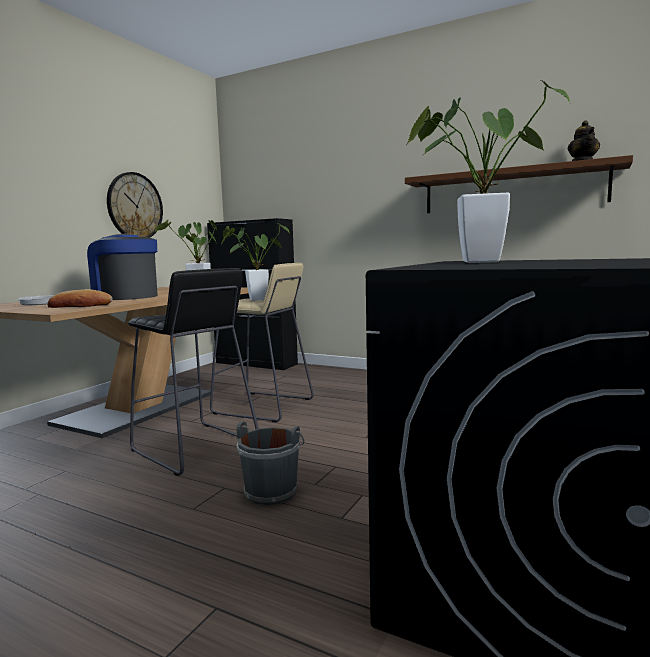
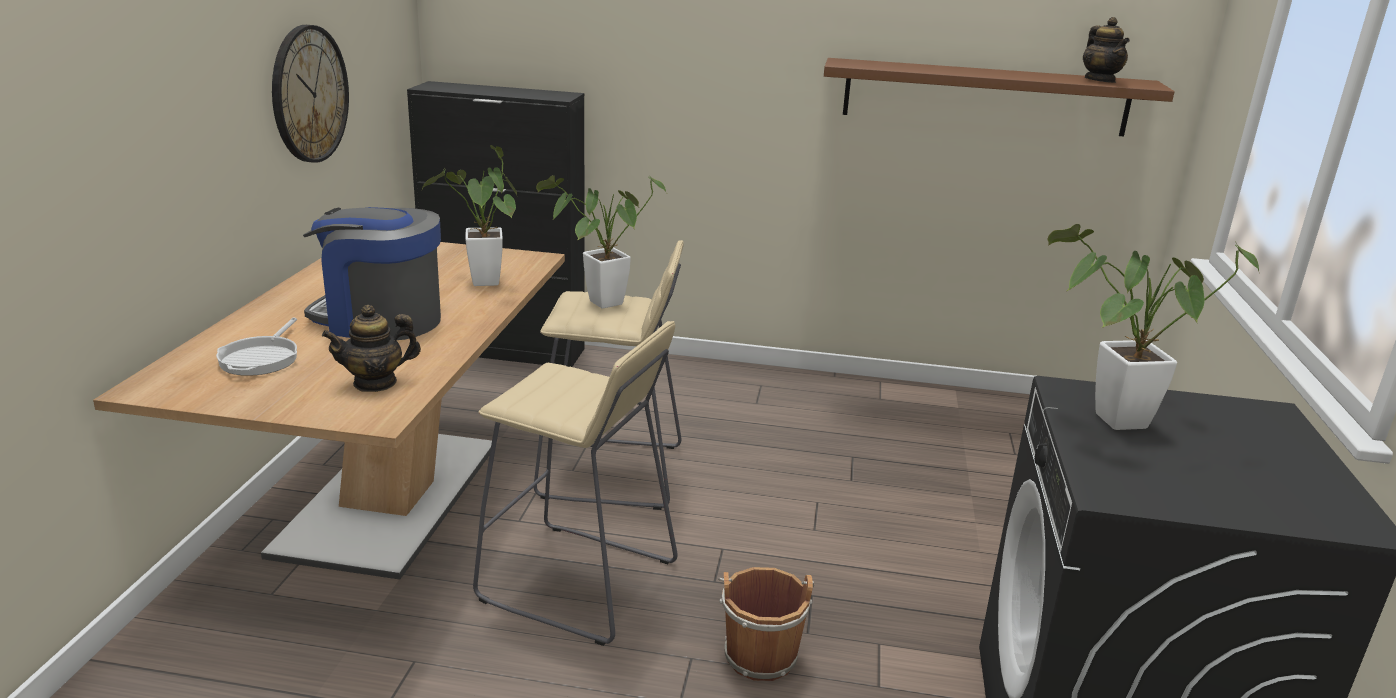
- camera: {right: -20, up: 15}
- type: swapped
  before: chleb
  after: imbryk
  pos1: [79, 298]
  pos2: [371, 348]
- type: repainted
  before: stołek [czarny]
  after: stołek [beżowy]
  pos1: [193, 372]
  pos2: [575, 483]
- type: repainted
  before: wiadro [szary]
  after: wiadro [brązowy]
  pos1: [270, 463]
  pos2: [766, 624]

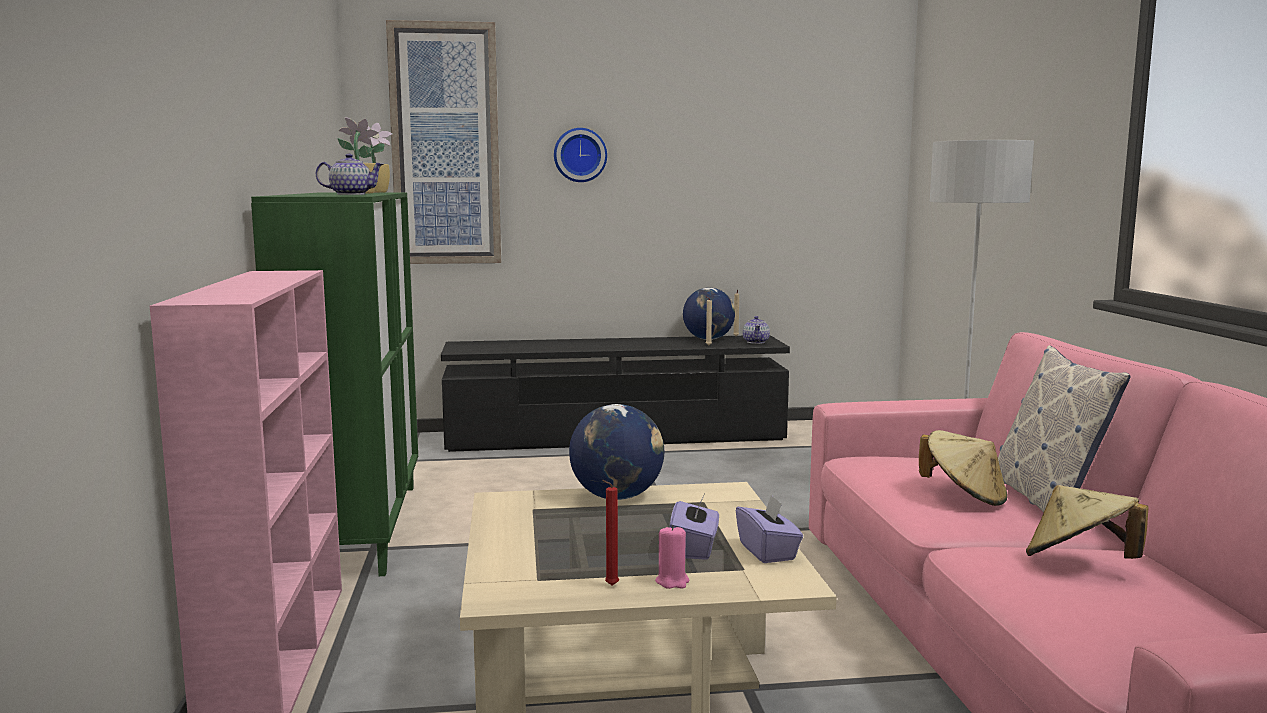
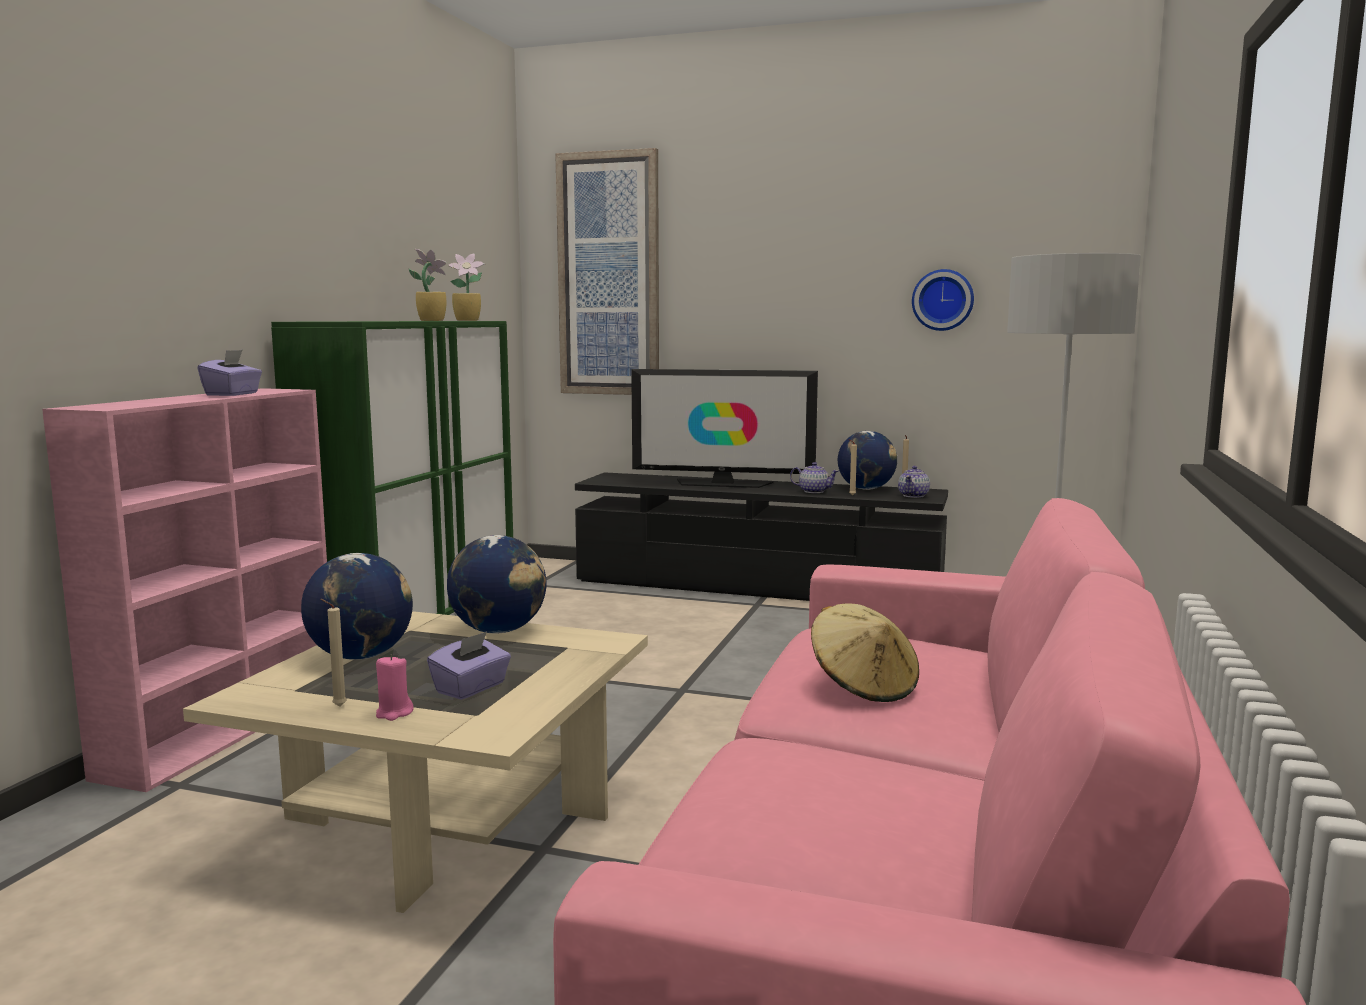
- camera: {right: 25, up: 0}
- type: shifted
  before: pudełko chusteczek [fioletowy]
  pos1: [769, 528]
  pos2: [229, 373]
- type: new
  after: globus
  pos2: [357, 606]
- type: repainted
  before: świeca [czerwony]
  after: świeca [beżowy]
  pos1: [610, 533]
  pos2: [333, 653]
- type: new
  after: telewizor
  pos2: [724, 428]
- type: shifted
  before: imbryk
  pos1: [350, 174]
  pos2: [814, 477]
- type: shifted
  before: zegar ścienny
  pos1: [580, 155]
  pos2: [943, 300]
- type: gone
  before: poduszka
  pos1: [1064, 429]
- type: gone
  before: kapelusz [beżowy]
  pos1: [1087, 522]

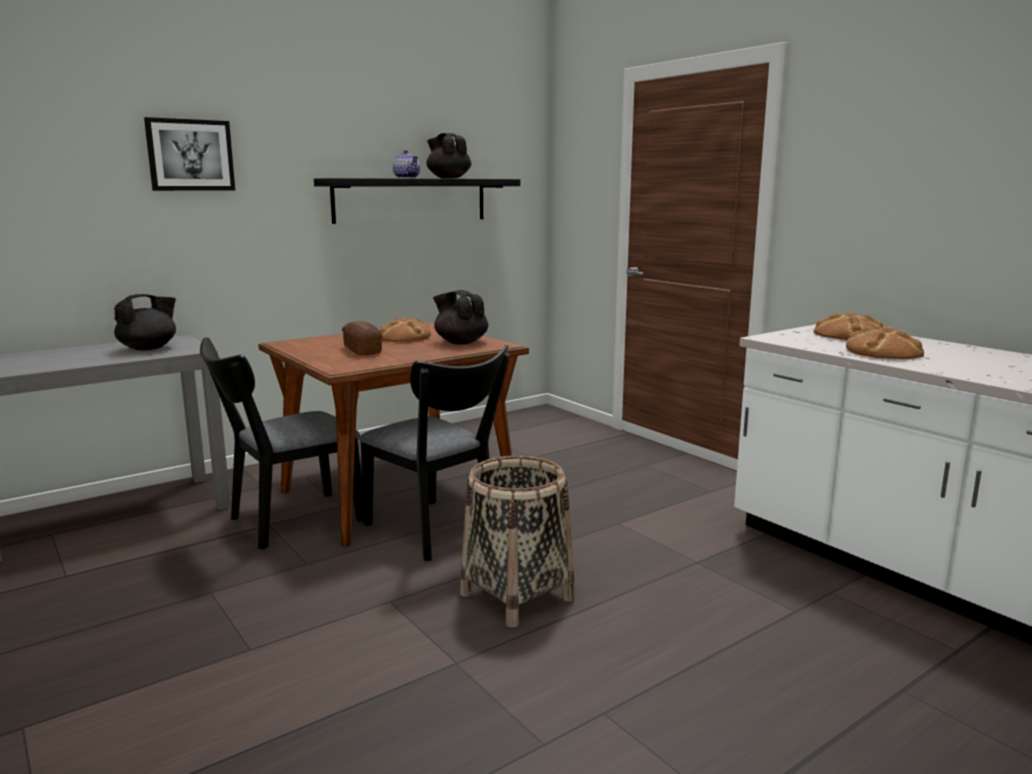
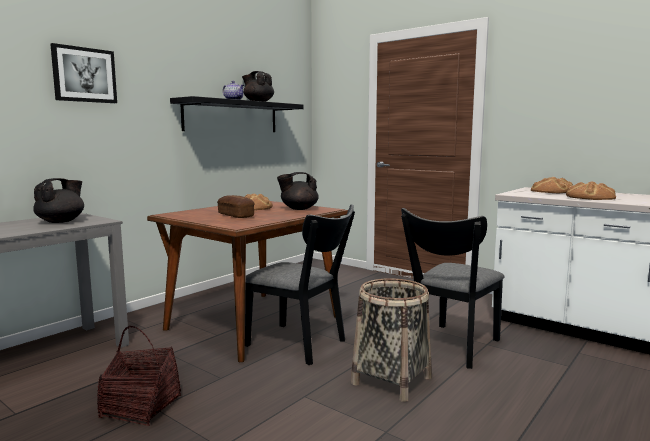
- camera: {right: -15, up: -5}
- type: new
  after: koszyk
  pos2: [139, 376]
- type: rotated
  before: imbryk [czarny]
  pos1: [460, 317]
  pos2: [298, 191]
  turn: -45
- type: shifted
  before: krzesło [czarny]
  pos1: [281, 443]
  pos2: [452, 288]

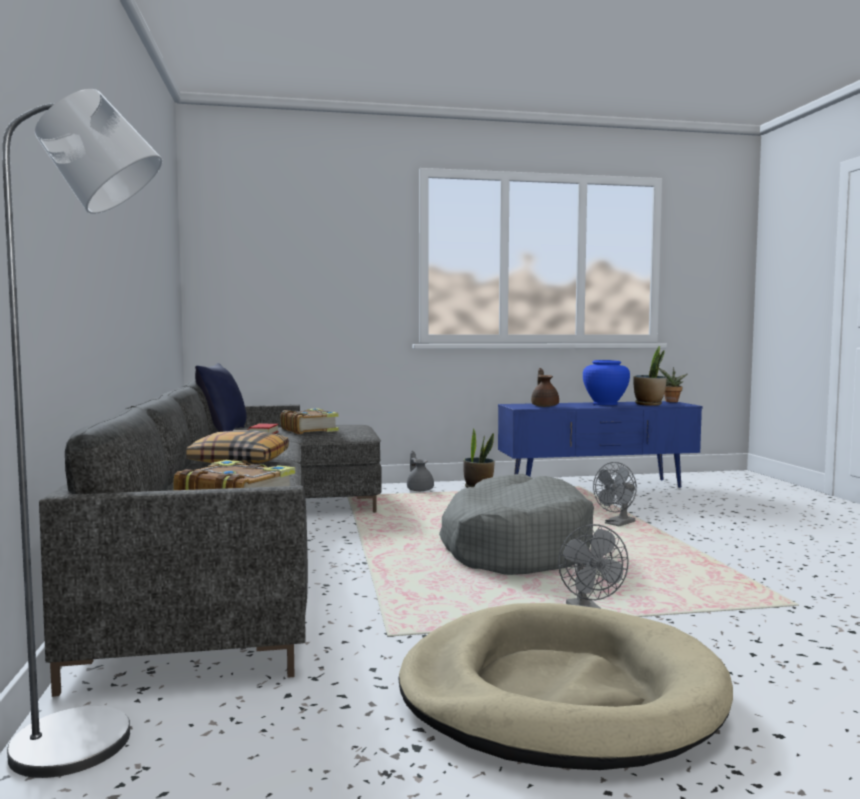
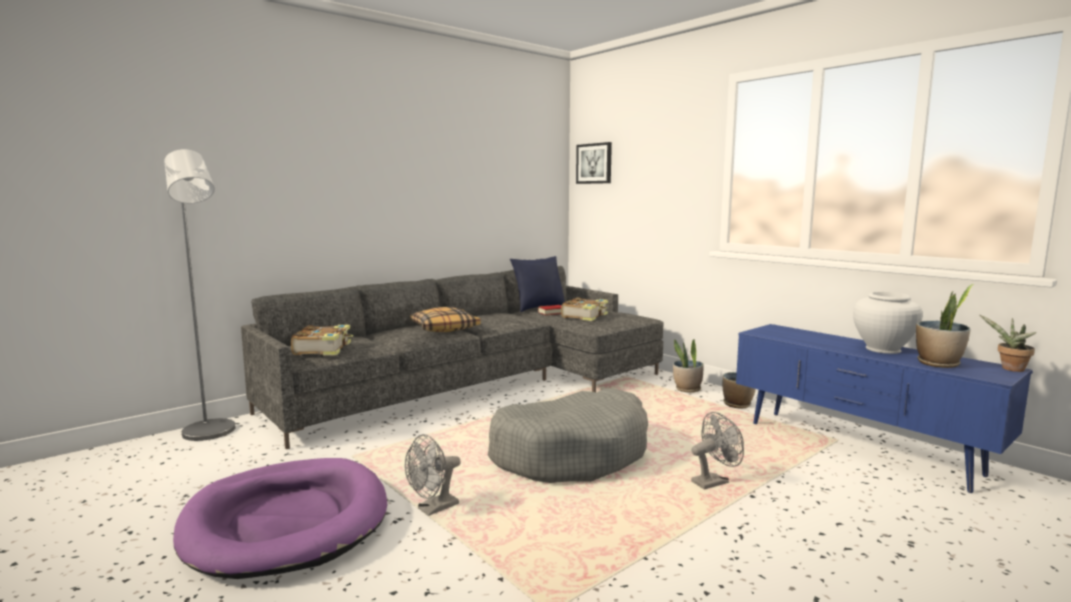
- camera: {right: 60, up: 5}
- type: repainted
  before: legowisko [beżowy]
  after: legowisko [fioletowy]
  pos1: [565, 686]
  pos2: [280, 518]
- type: new
  after: obraz
  pos2: [594, 163]
- type: swapped
  before: imbryk [szary]
  after: roślina doniczkowa
  pos1: [420, 471]
  pos2: [688, 366]
- type: rotated
  before: wentylator [szary]
  pos1: [615, 494]
  pos2: [717, 450]
  turn: 135
- type: repainted
  before: wazon [niebieski]
  after: wazon [biały]
  pos1: [606, 382]
  pos2: [888, 323]
- type: gone
  before: imbryk [brązowy]
  pos1: [545, 387]

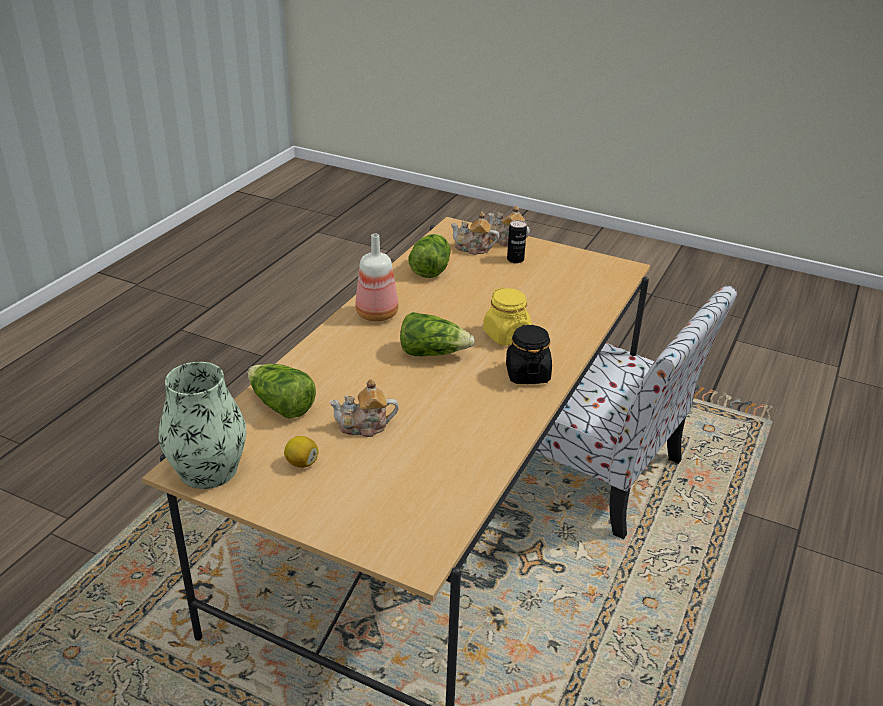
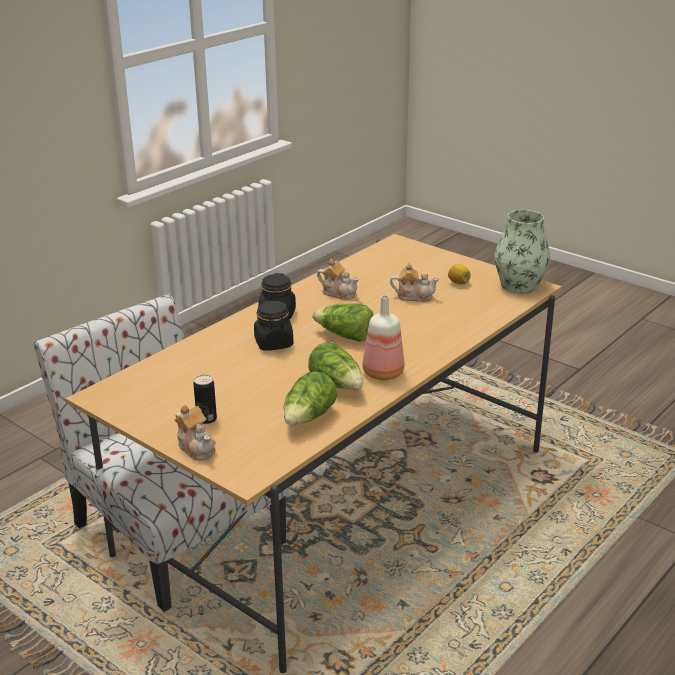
- camera: {right: -165, up: -5}
- type: repainted
  before: słoik [żółty]
  after: słoik [czarny]
  pos1: [507, 316]
  pos2: [274, 326]
- type: shifted
  before: sałata
  pos1: [281, 391]
  pos2: [335, 366]
- type: shifted
  before: imbryk
  pos1: [475, 233]
  pos2: [338, 279]

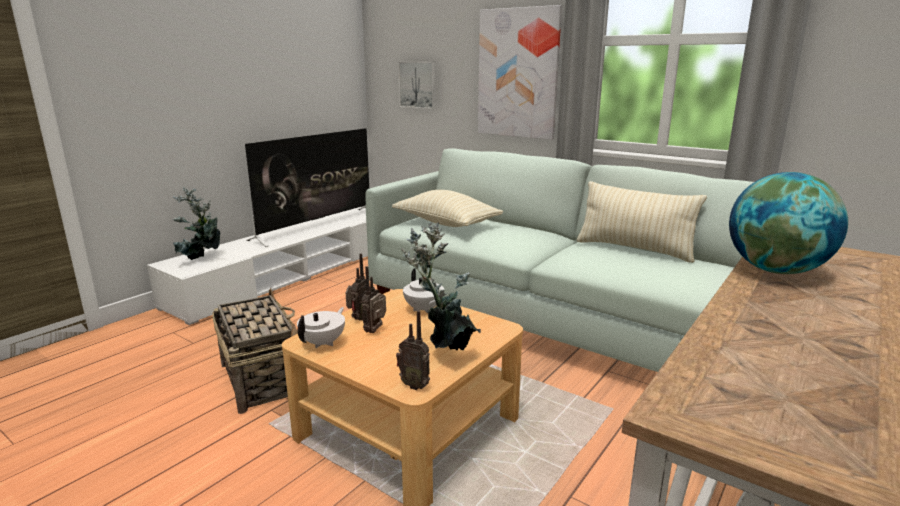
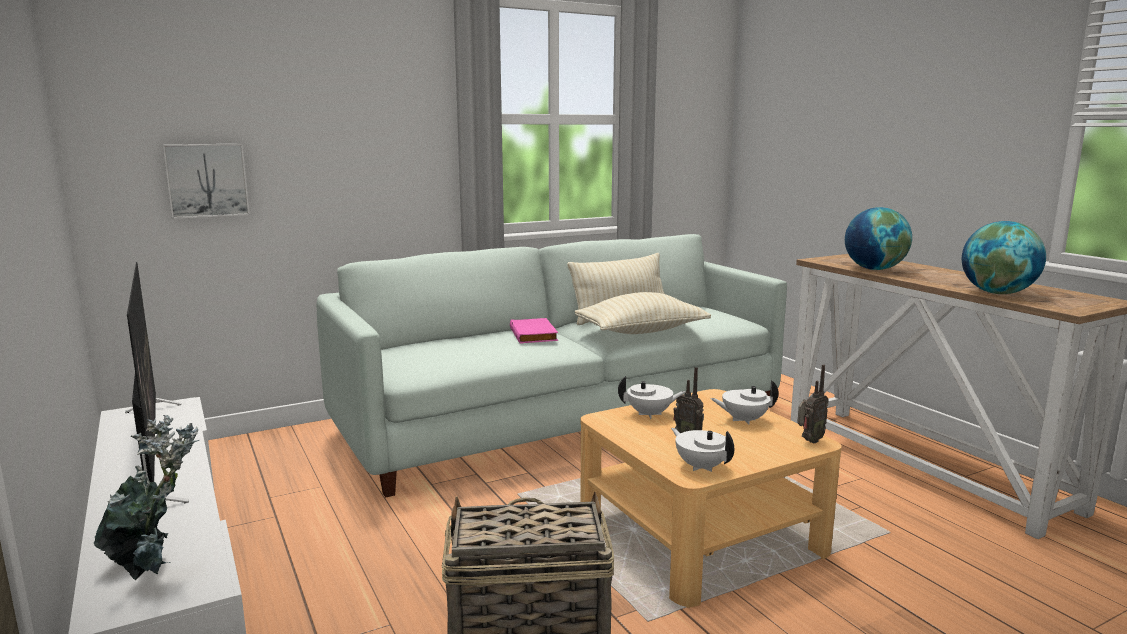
- camera: {right: -65, up: -5}
- type: new
  after: książka [różowy]
  pos2: [534, 331]
- type: shifted
  before: poduszka [beżowy]
  pos1: [447, 208]
  pos2: [642, 313]
- type: swapped
  before: roślina doniczkowa
  after: imbryk [biały]
  pos1: [441, 286]
  pos2: [745, 402]
- type: new
  after: globus
  pos2: [1004, 257]
- type: gone
  before: radio
  pos1: [356, 287]
- type: gone
  before: obraz
  pos1: [520, 72]

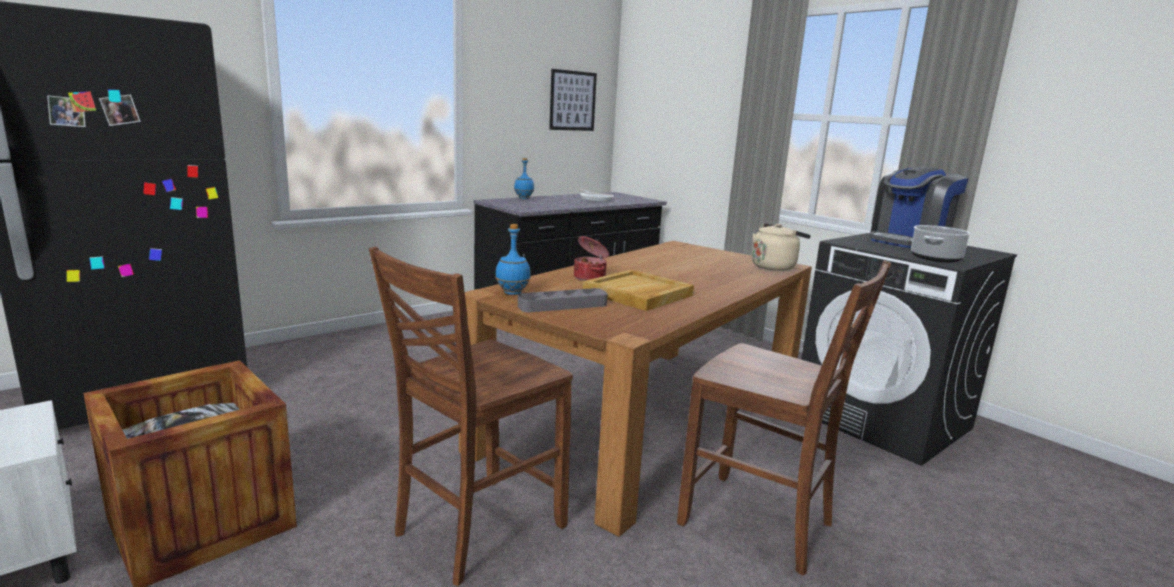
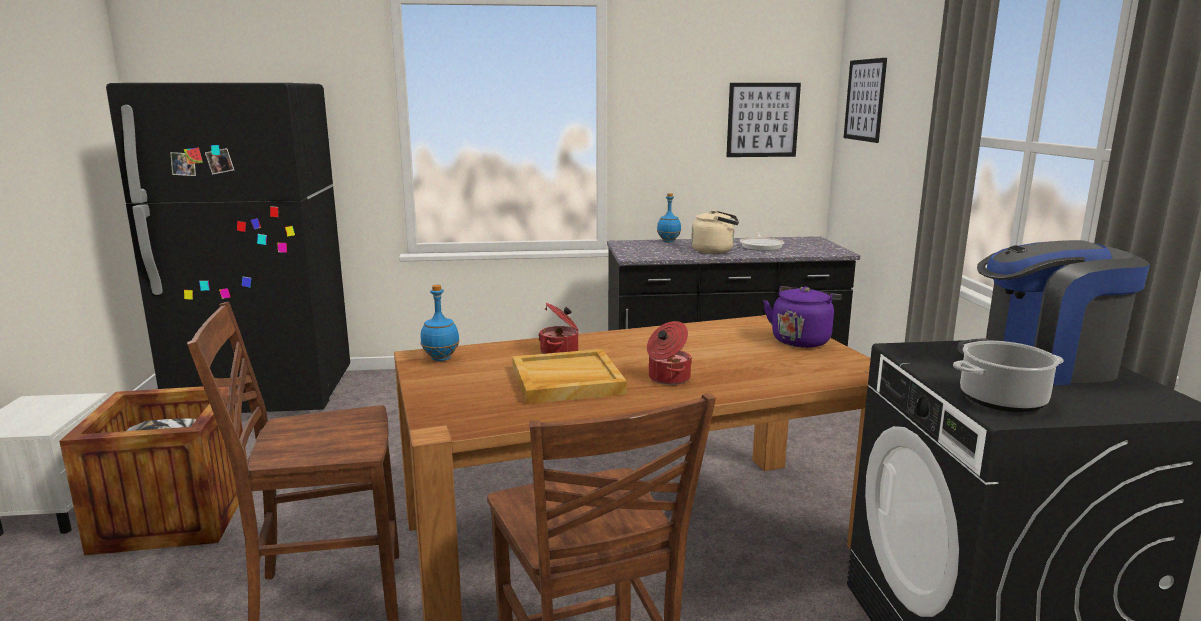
- camera: {right: 35, up: 0}
- type: new
  after: garnek
  pos2: [669, 353]
- type: shifted
  before: czajnik [beżowy]
  pos1: [781, 247]
  pos2: [715, 232]
- type: new
  after: czajnik [fioletowy]
  pos2: [802, 317]
- type: new
  after: obraz
  pos2: [865, 100]
- type: gone
  before: taca [szary]
  pos1: [562, 300]

